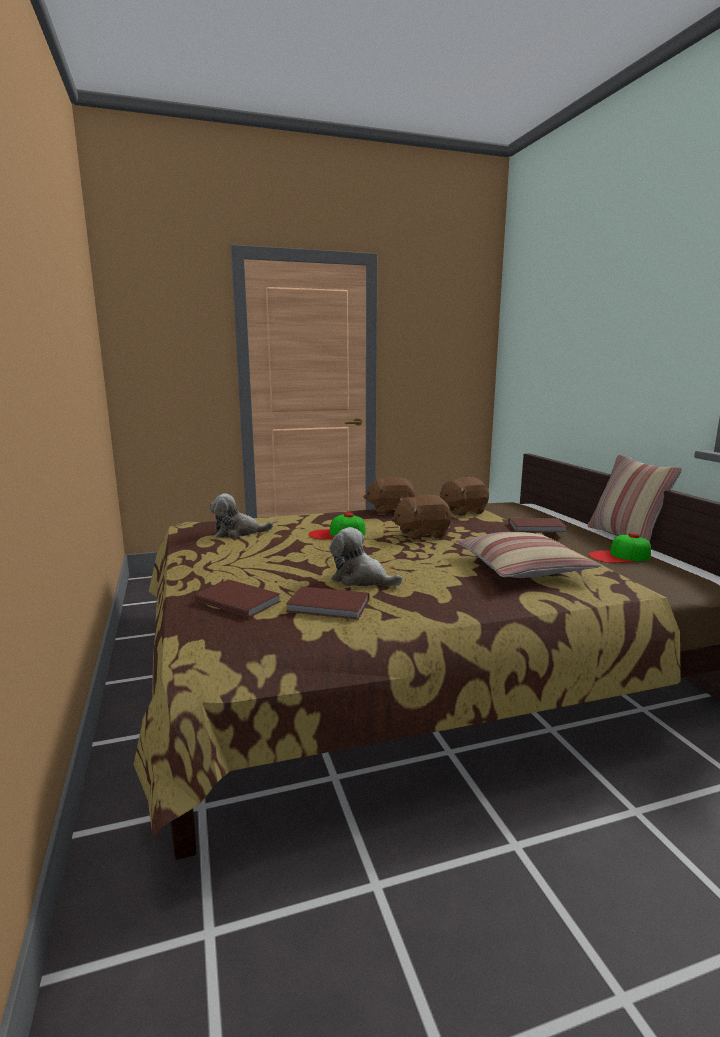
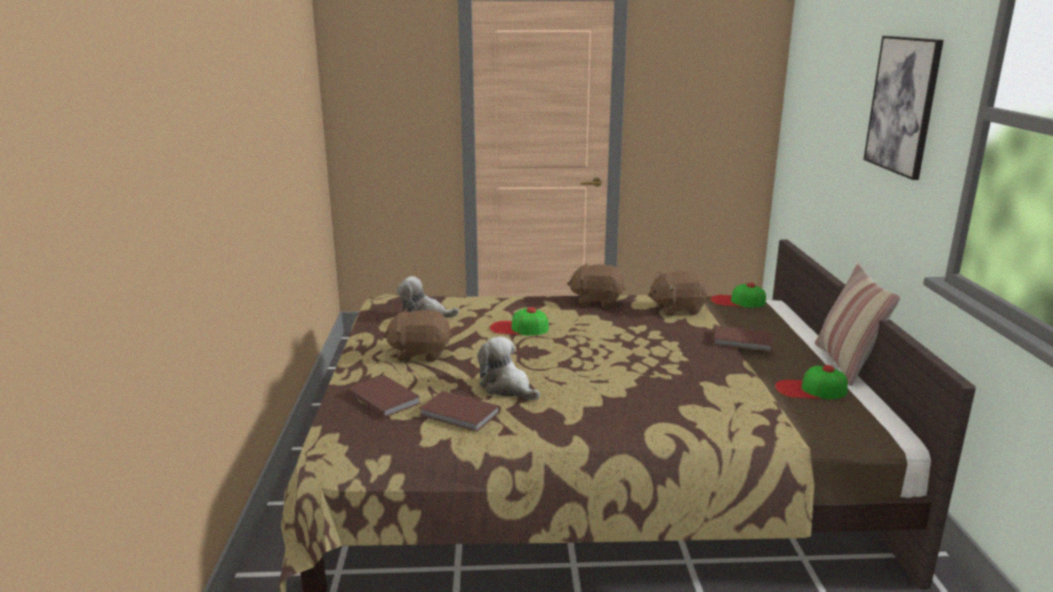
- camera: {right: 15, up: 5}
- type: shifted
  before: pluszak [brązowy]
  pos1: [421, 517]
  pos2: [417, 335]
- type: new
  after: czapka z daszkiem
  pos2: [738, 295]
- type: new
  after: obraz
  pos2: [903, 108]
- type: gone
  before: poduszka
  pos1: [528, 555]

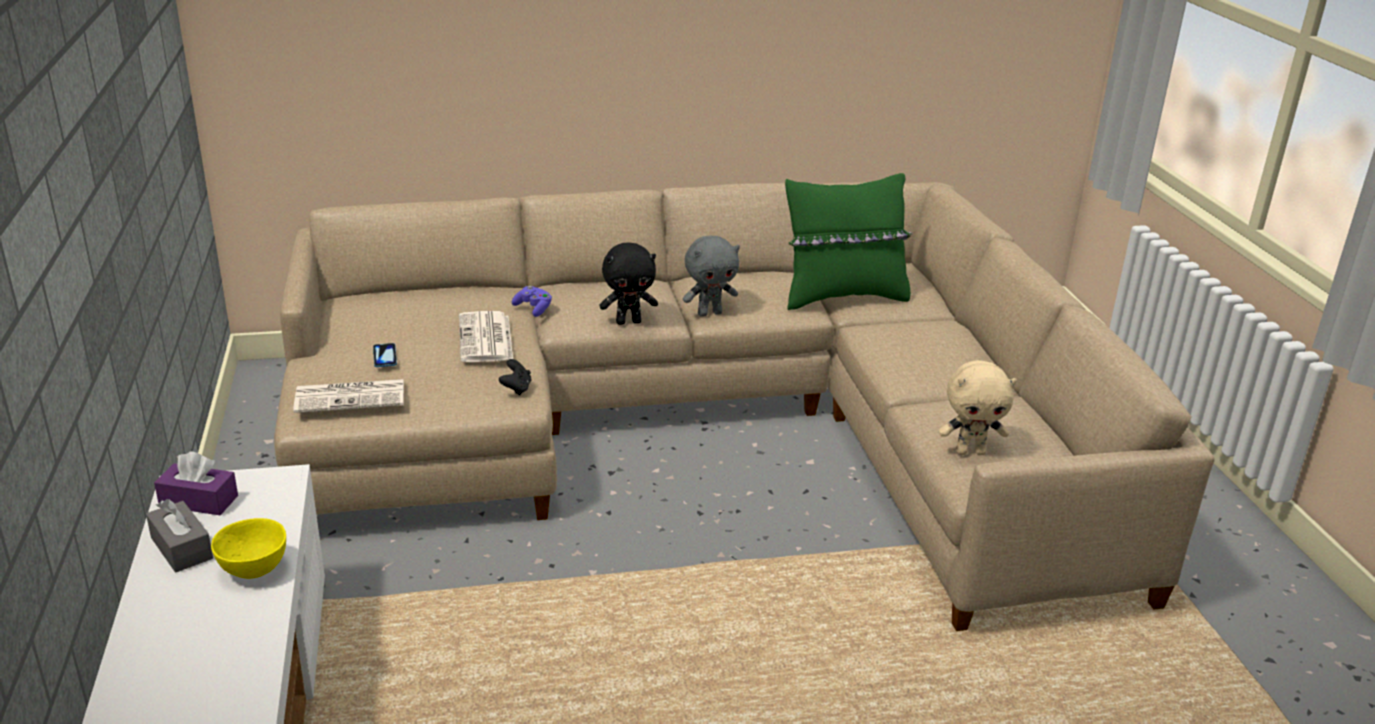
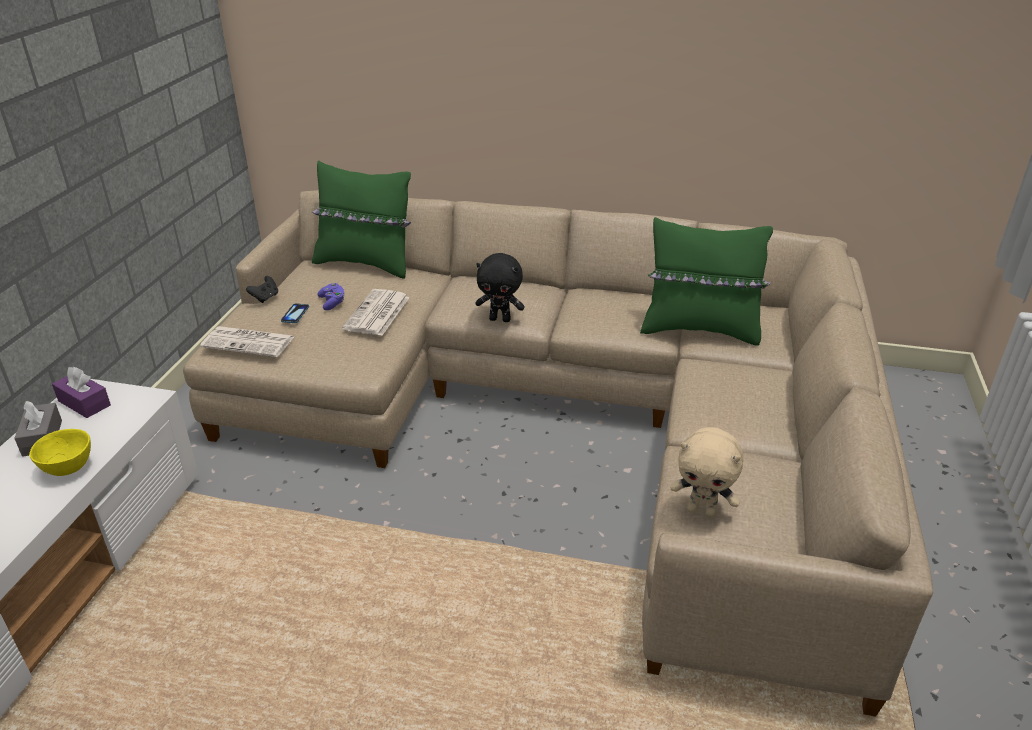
- camera: {right: 25, up: 5}
- type: shifted
  before: pad do gier [czarny]
  pos1: [515, 377]
  pos2: [262, 289]
- type: new
  after: poduszka [zielony]
  pos2: [361, 219]
- type: shifted
  before: pad do gier [fioletowy]
  pos1: [532, 301]
  pos2: [331, 296]
- type: gone
  before: pluszak [szary]
  pos1: [711, 276]

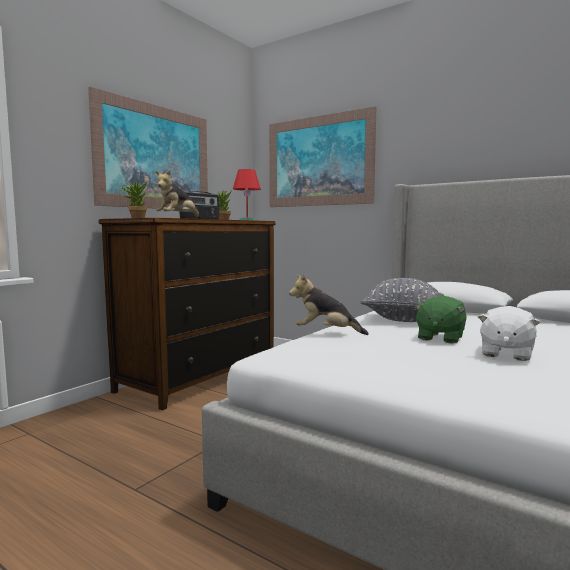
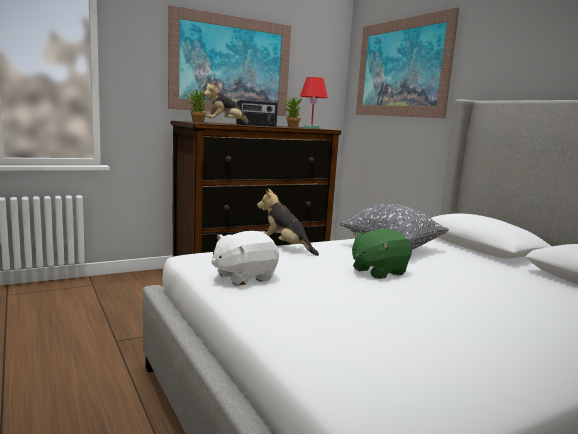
- camera: {right: 25, up: 5}
- type: shifted
  before: pluszak [biały]
  pos1: [509, 333]
  pos2: [245, 258]

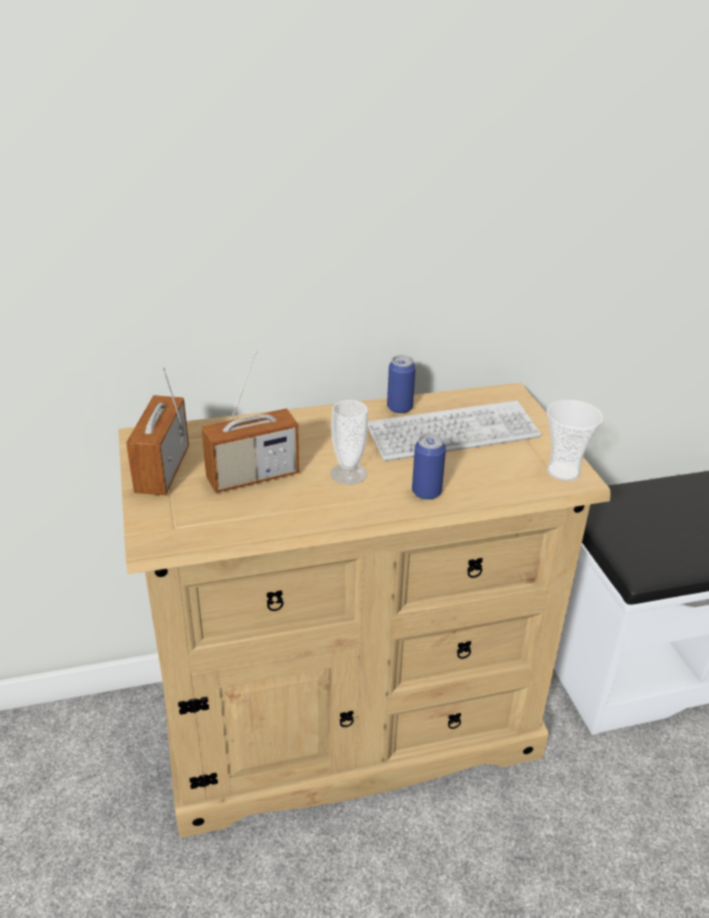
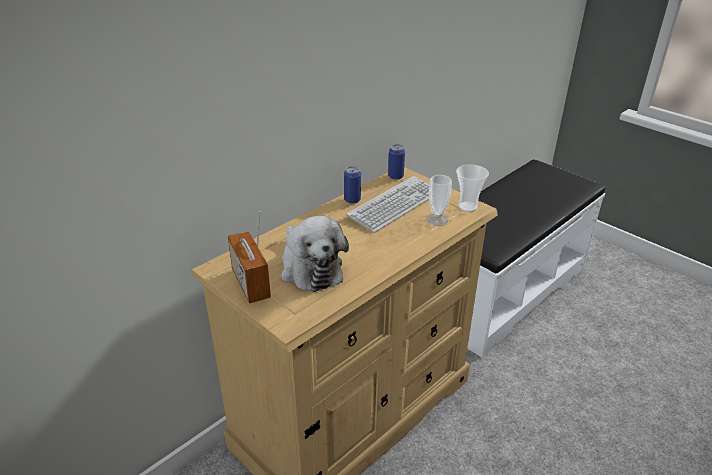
- camera: {right: -30, up: 0}
- type: swapped
  before: radio
  after: pluszak
  pos1: [250, 422]
  pos2: [315, 254]
- type: shifted
  before: puszka
  pos1: [429, 466]
  pos2: [396, 162]
- type: shifted
  before: filiżanka
  pos1: [349, 442]
  pos2: [439, 200]

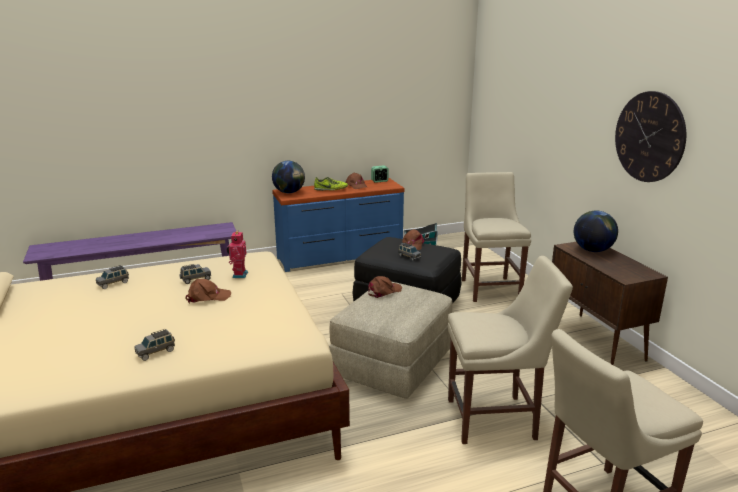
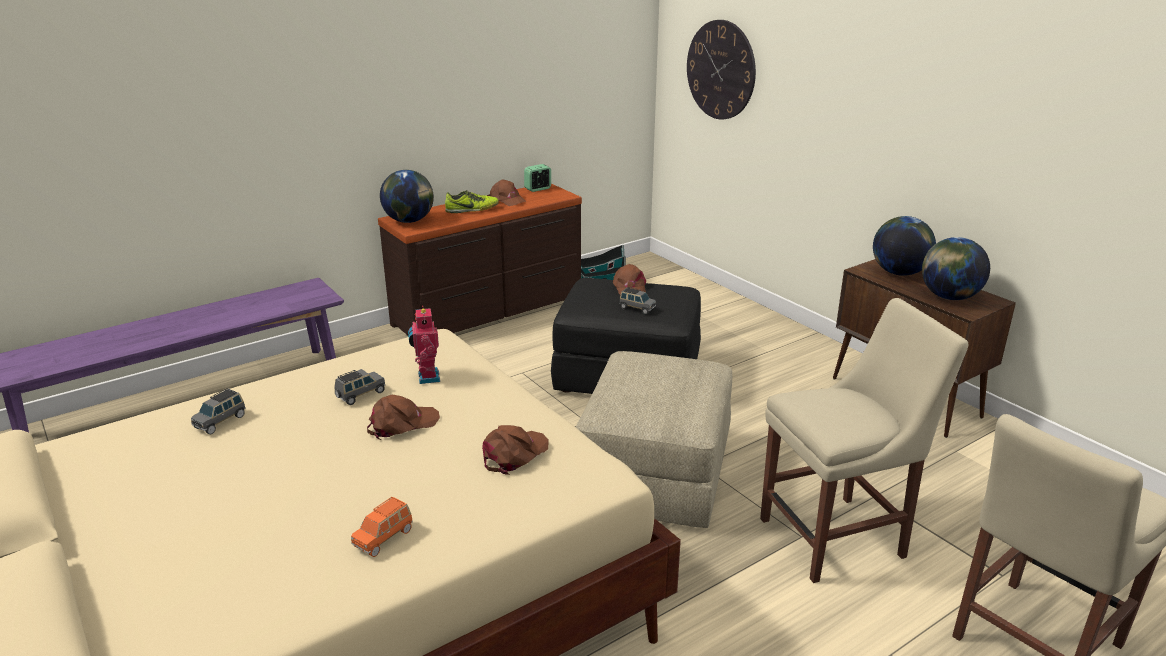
- camera: {right: -15, up: 5}
- type: repainted
  before: samochodzik [szary]
  after: samochodzik [pomarańczowy]
  pos1: [154, 345]
  pos2: [382, 527]
- type: repainted
  before: komoda [niebieski]
  after: komoda [brązowy]
  pos1: [338, 225]
  pos2: [480, 259]
- type: shifted
  before: czapka z daszkiem [brązowy]
  pos1: [385, 287]
  pos2: [515, 449]
- type: shifted
  before: zegar ścienny
  pos1: [650, 136]
  pos2: [721, 70]
- type: new
  after: globus
  pos2: [956, 268]
- type: gone
  before: krzesło [beżowy]
  pos1: [496, 237]

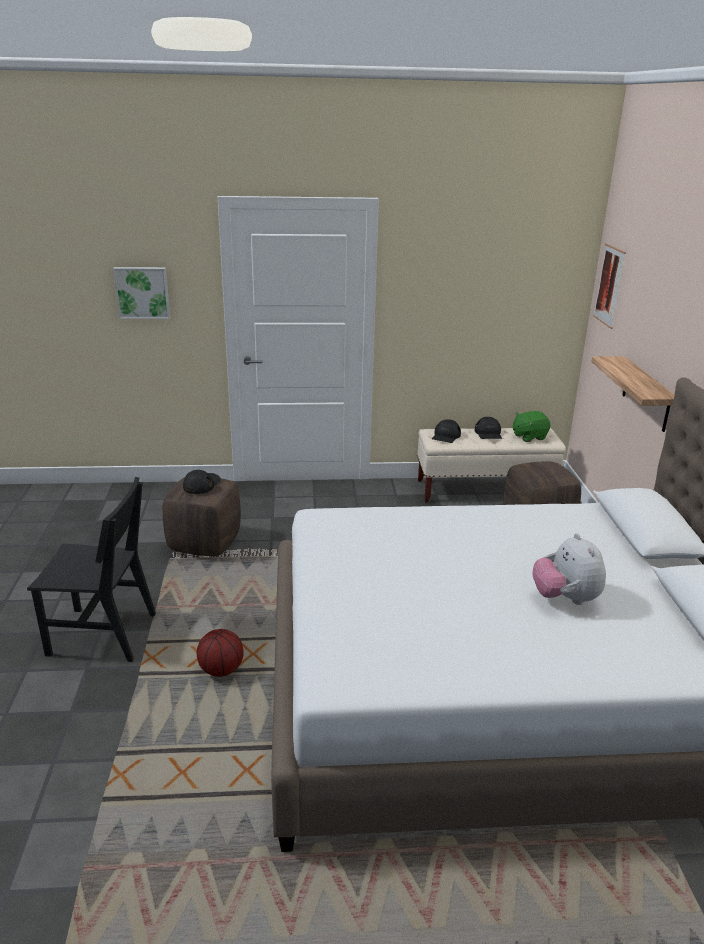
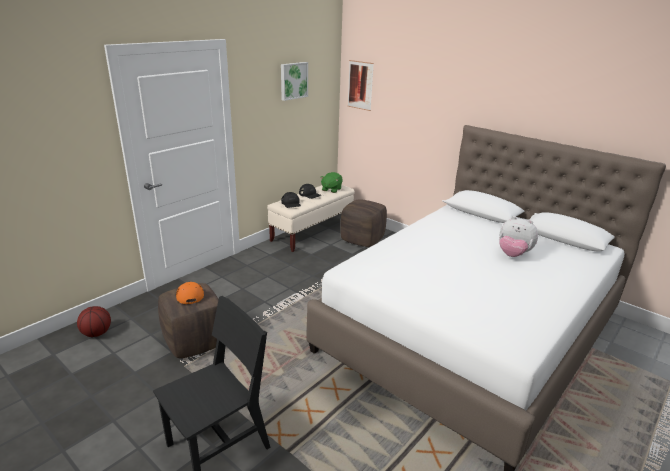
- camera: {right: -45, up: 0}
- type: shifted
  before: piłka do koszykówki
  pos1: [220, 653]
  pos2: [94, 321]
- type: repainted
  before: czapka z daszkiem [czarny]
  after: czapka z daszkiem [pomarańczowy]
  pos1: [202, 482]
  pos2: [190, 293]
- type: shifted
  before: obraz
  pos1: [141, 293]
  pos2: [294, 81]
- type: gone
  before: półka
  pos1: [632, 394]

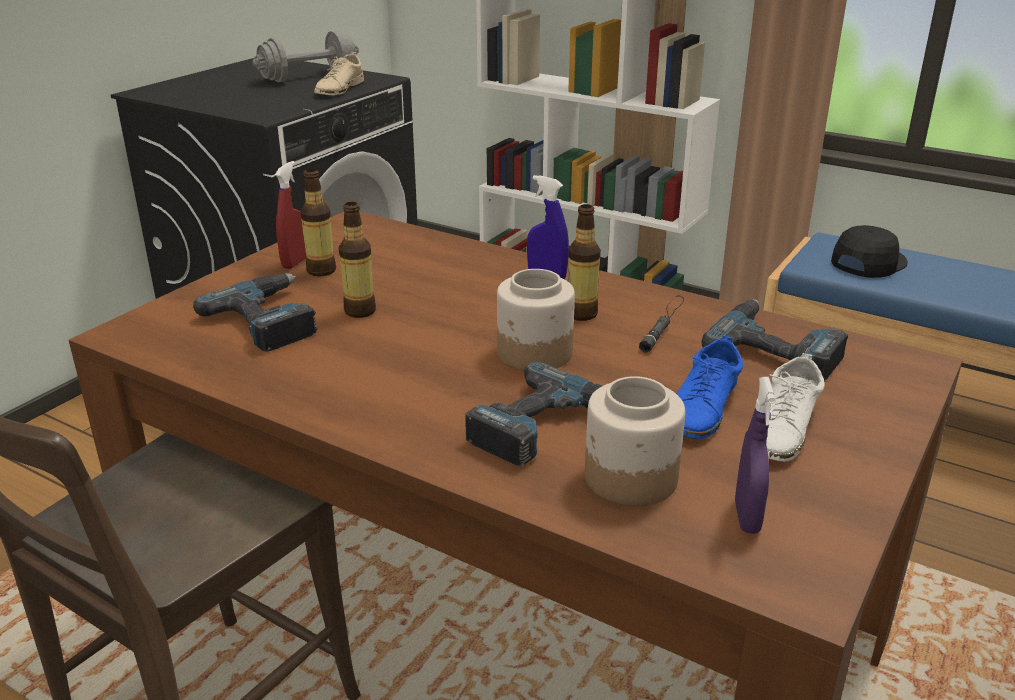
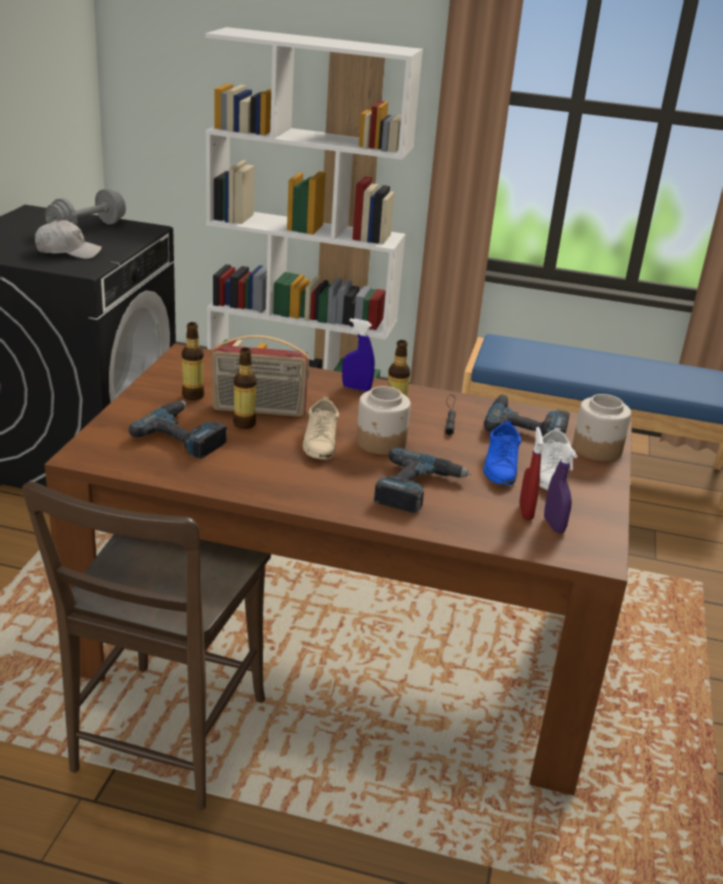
- camera: {right: -20, up: 0}
- type: new
  after: czapka z daszkiem [biały]
  pos2: [68, 239]
- type: new
  after: radio
  pos2: [260, 376]
- type: shifted
  before: but [beżowy]
  pos1: [339, 73]
  pos2: [321, 428]
- type: shifted
  before: spryskiwacz [czerwony]
  pos1: [290, 215]
  pos2: [531, 473]
- type: shifted
  before: słoik
  pos1: [635, 441]
  pos2: [602, 427]
- type: gone
  before: czapka z daszkiem [czarny]
  pos1: [869, 251]

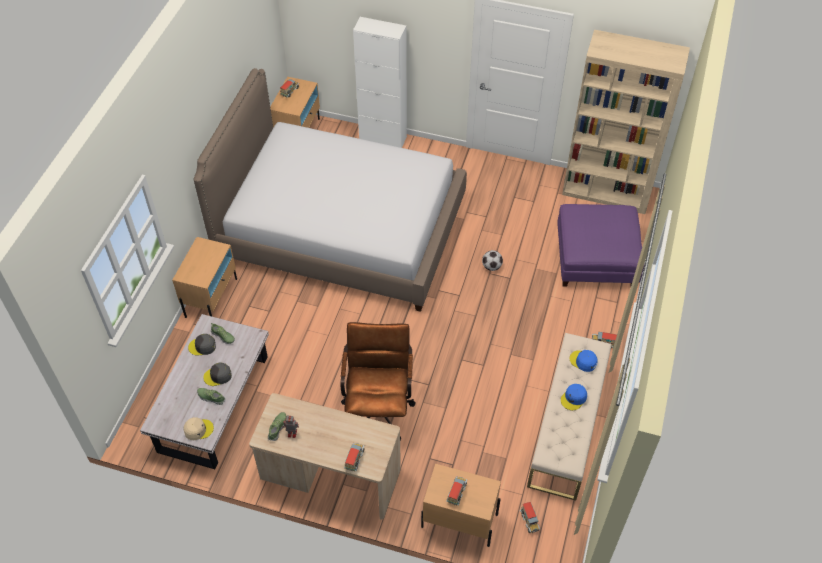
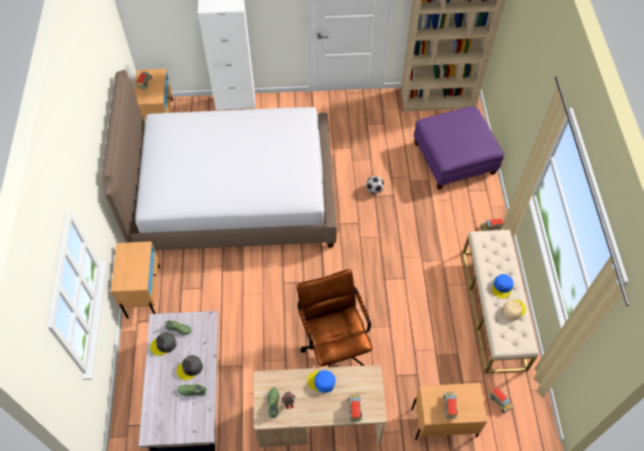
- camera: {right: -20, up: 5}
- type: shifted
  before: czapka z daszkiem [niebieski]
  pos1: [584, 361]
  pos2: [321, 381]
- type: shifted
  before: czapka z daszkiem [beżowy]
  pos1: [199, 428]
  pos2: [513, 310]

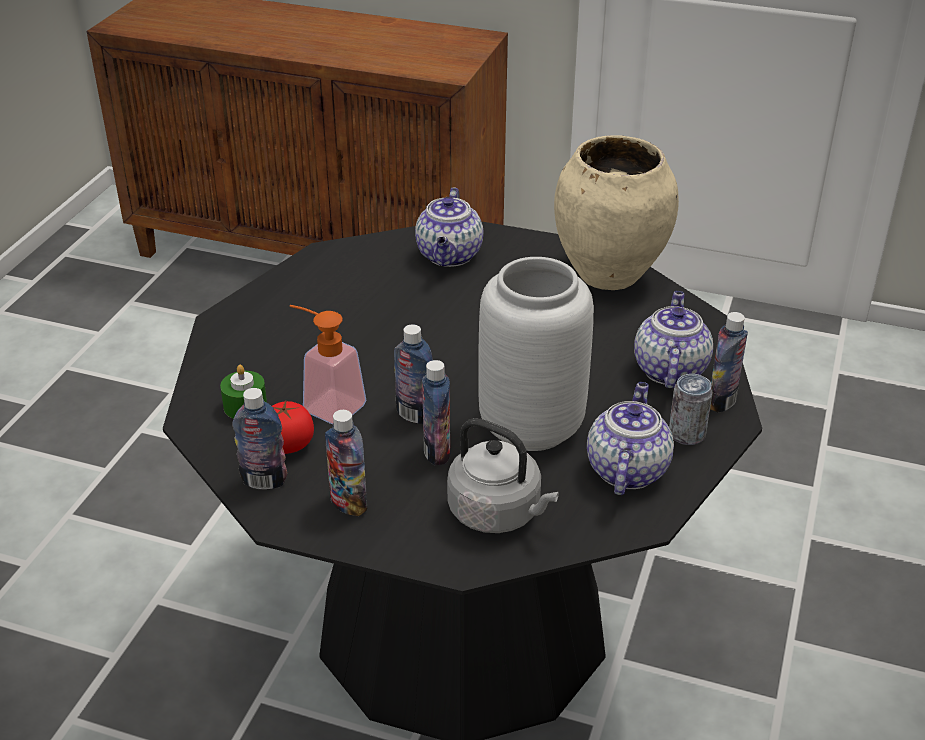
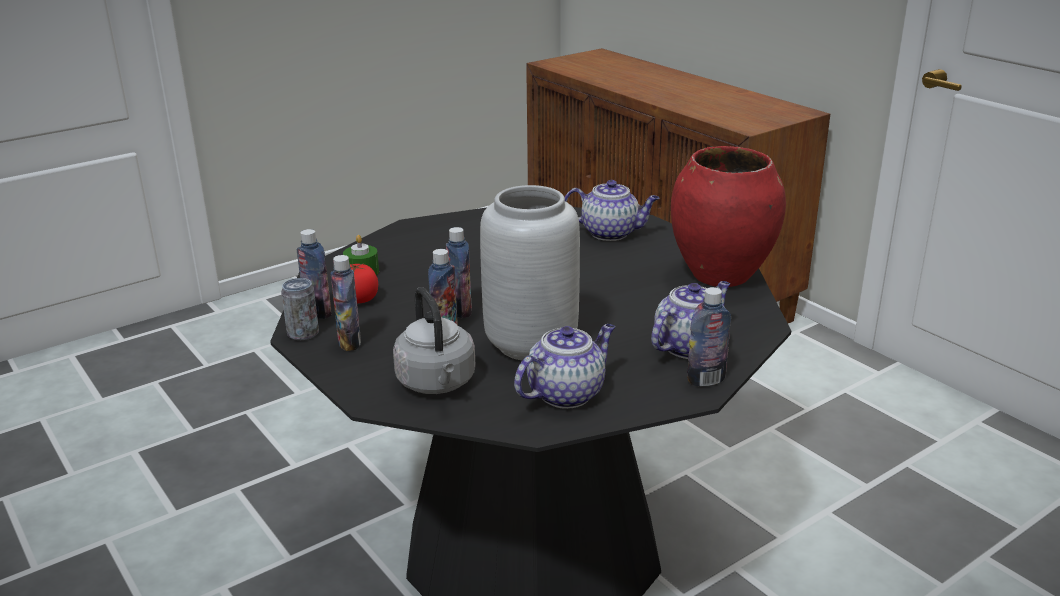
- camera: {right: 35, up: -10}
- type: shifted
  before: puszka
  pos1: [691, 409]
  pos2: [300, 309]
- type: rotated
  before: imbryk
  pos1: [449, 227]
  pos2: [612, 210]
  turn: -120
- type: repainted
  before: wazon [beżowy]
  after: wazon [czerwony]
  pos1: [616, 212]
  pos2: [728, 216]
- type: gone
  before: dozownik mydła
  pos1: [328, 365]

